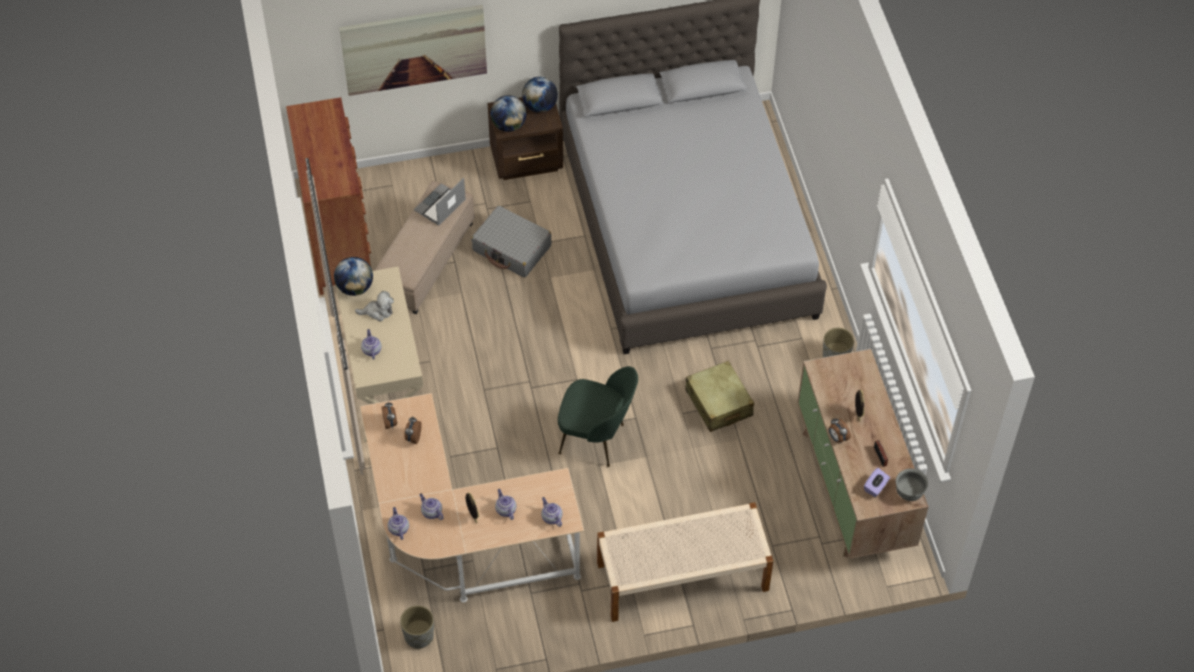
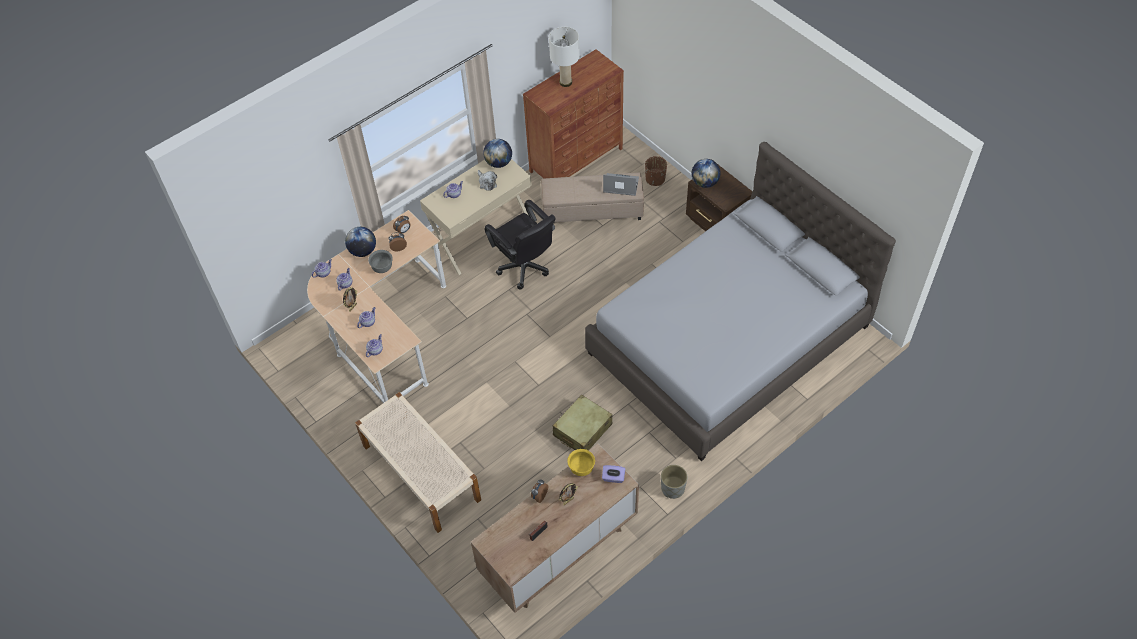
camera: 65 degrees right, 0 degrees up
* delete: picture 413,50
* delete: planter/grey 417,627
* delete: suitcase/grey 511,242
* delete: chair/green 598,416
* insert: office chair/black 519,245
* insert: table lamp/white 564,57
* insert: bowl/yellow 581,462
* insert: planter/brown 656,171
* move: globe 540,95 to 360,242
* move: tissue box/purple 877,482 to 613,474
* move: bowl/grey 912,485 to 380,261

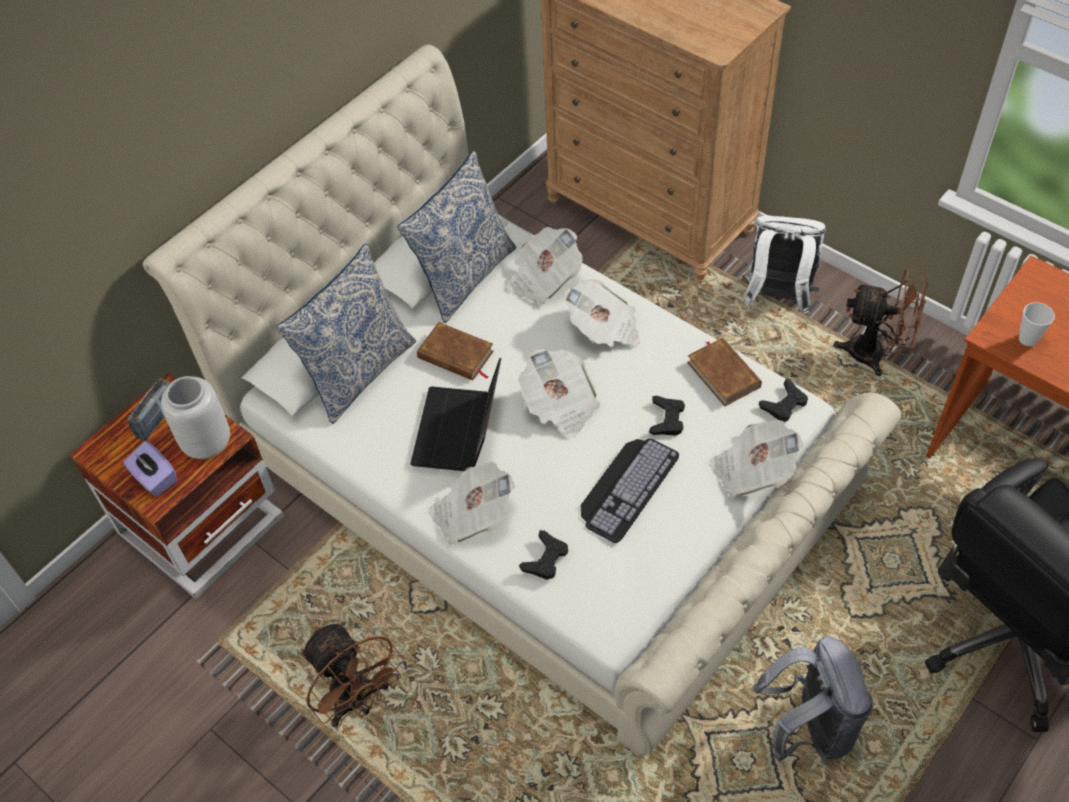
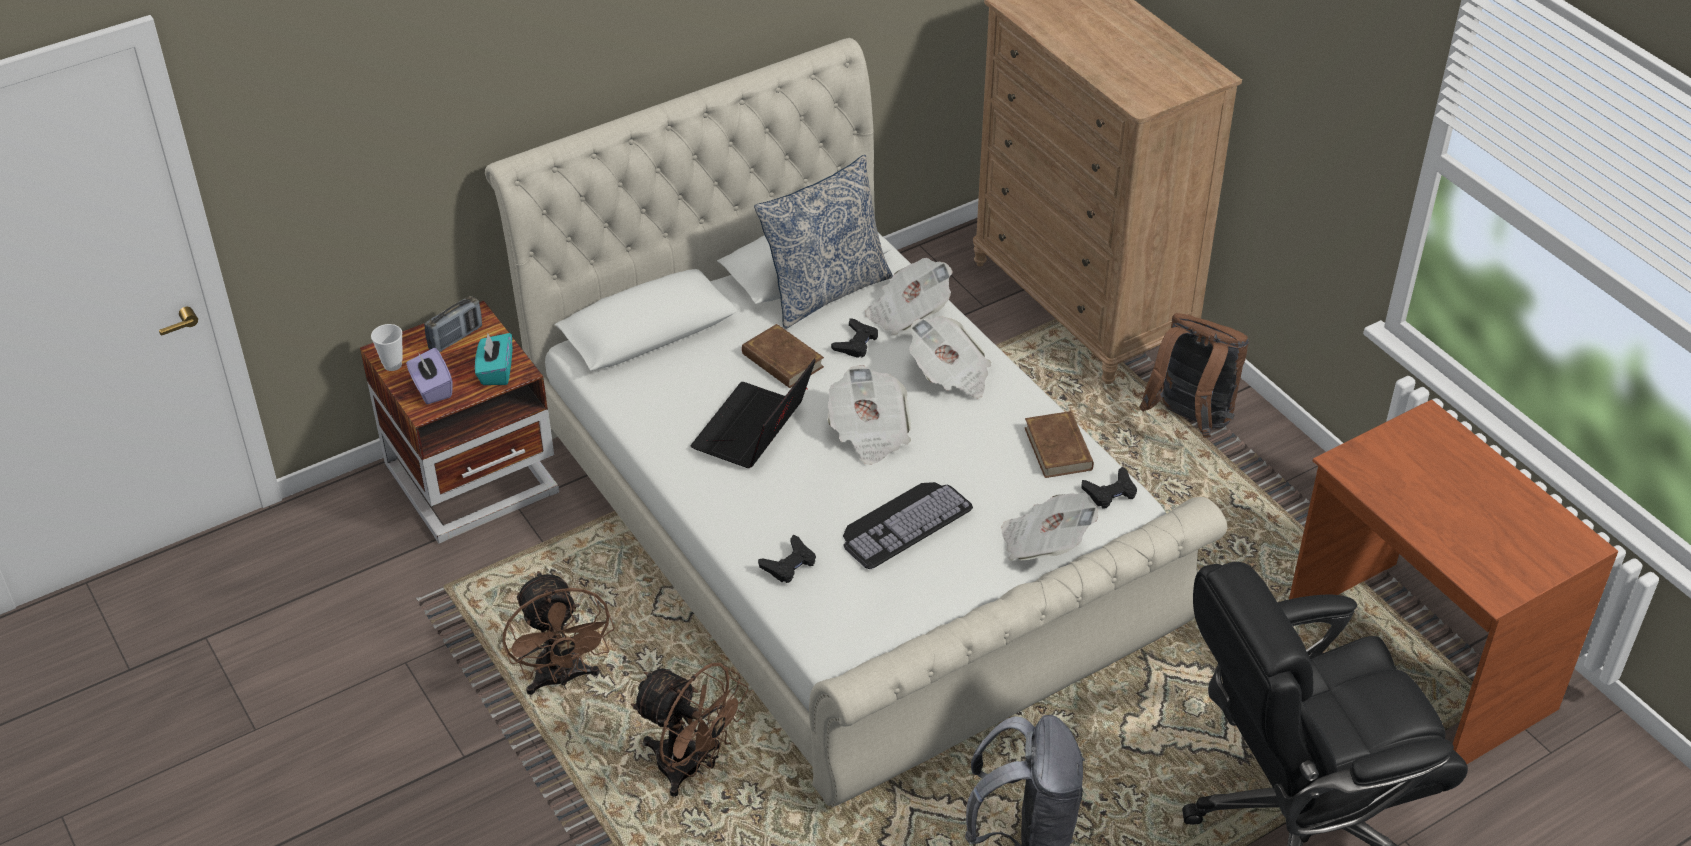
camera: 15 degrees right, 10 degrees down
* delete: pillow 346,334
* delete: newspaper 471,503
* move: game controller/black 667,416 to 854,338
* move: fan/brown 880,322 to 690,730
* move: cup 1037,324 to 387,347
* replace: vase/grey 195,417 to tissue box/turquoise 493,359
* recolor: backpack/white 784,265 to backpack/brown 1194,375

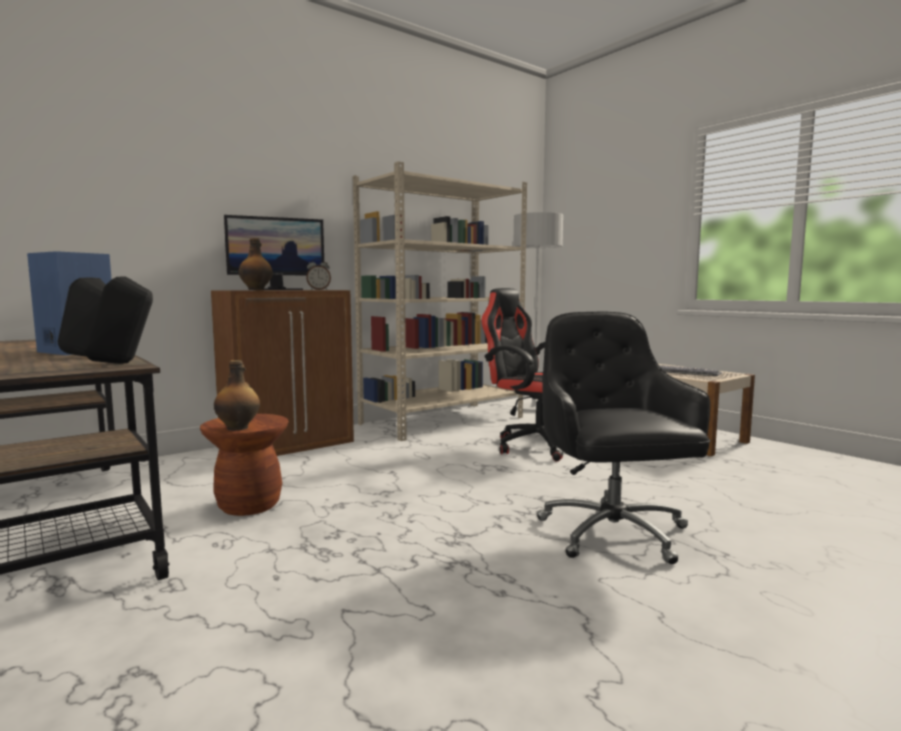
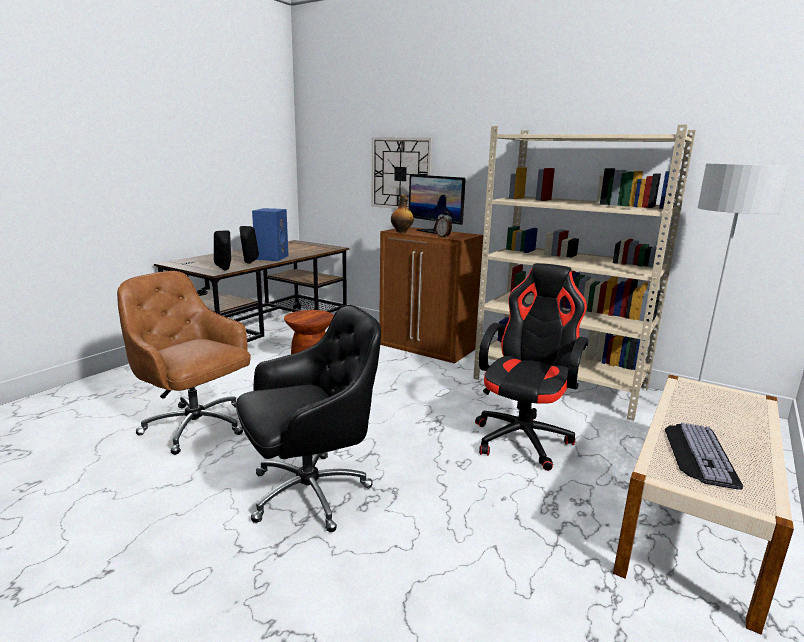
camera: 70 degrees right, 10 degrees up
* delete: bottle 237,395
* insert: office chair/brown 184,363
* insert: wall clock 401,173

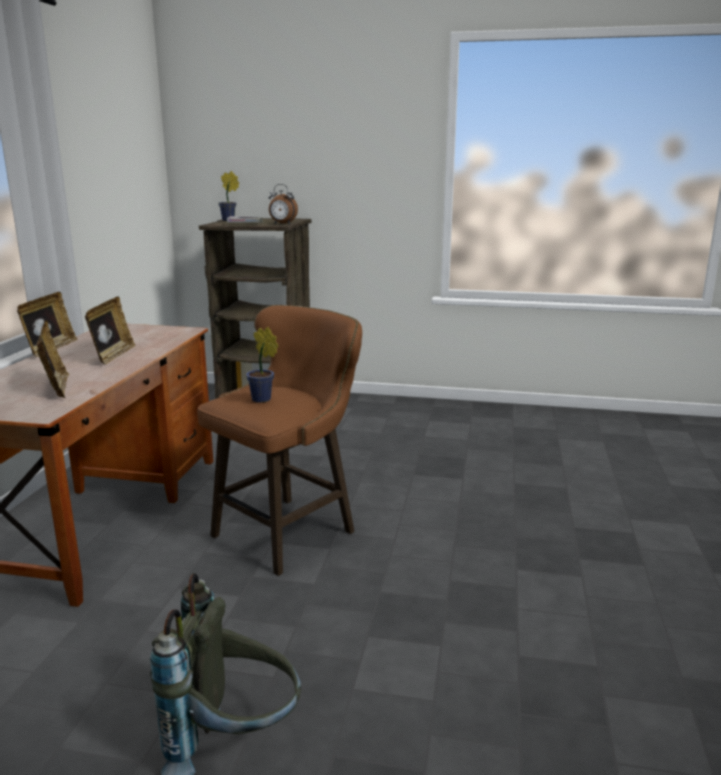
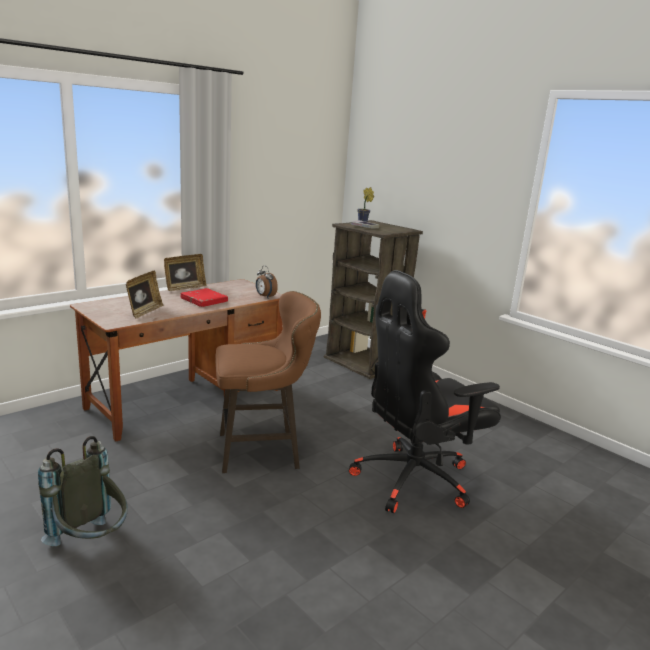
camera: 35 degrees right, 0 degrees up
* delete: potted plant 262,365
* insert: office chair/black 425,391
* move: alarm clock 283,204 to 267,281
* replace: picture frame 110,330 to book/red 204,297

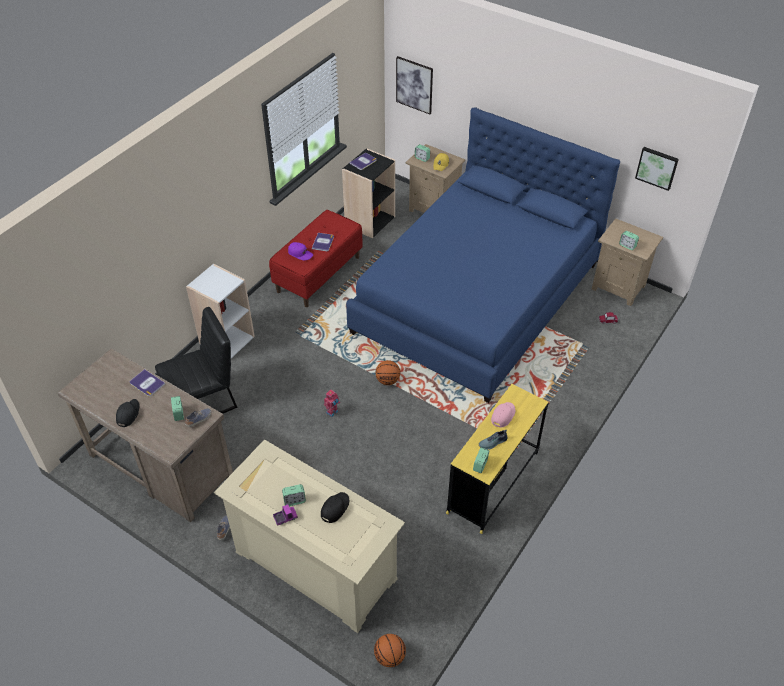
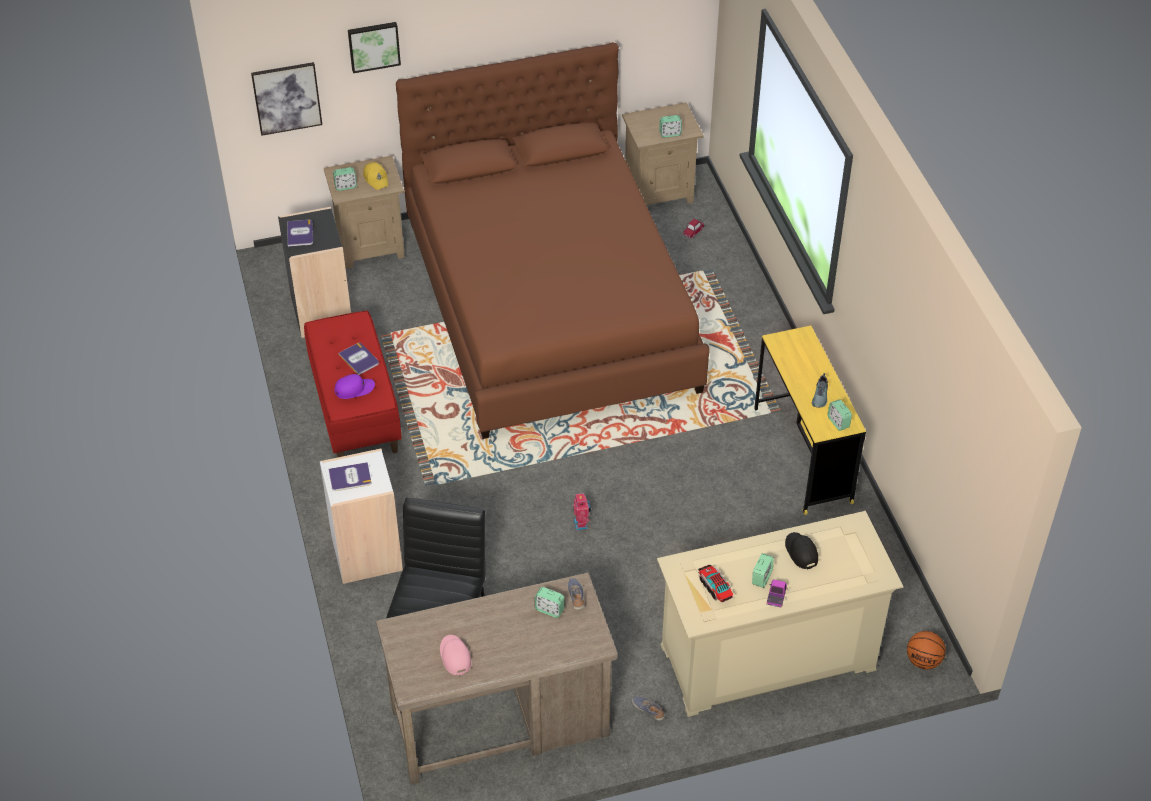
camera: 50 degrees left, 0 degrees up
* delete: cap/black 128,413
* delete: basketball 388,372
* insert: toy truck 715,584
* move: book 147,383 to 350,476
* move: cap/pink 503,415 to 455,655
* move: picture 657,169 to 374,47
* recolor: bed/blue 483,255 to bed/brown 553,240

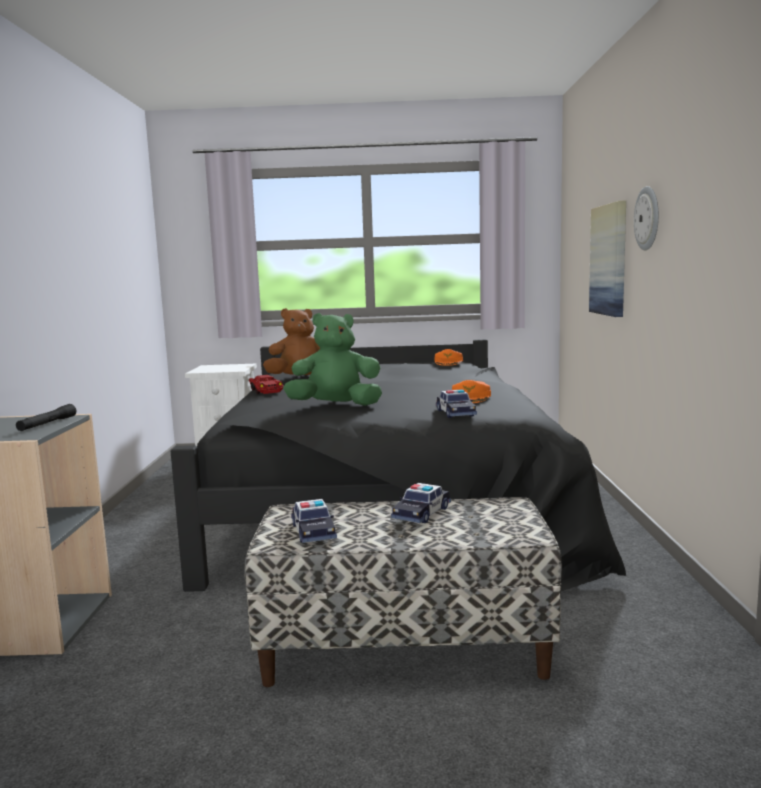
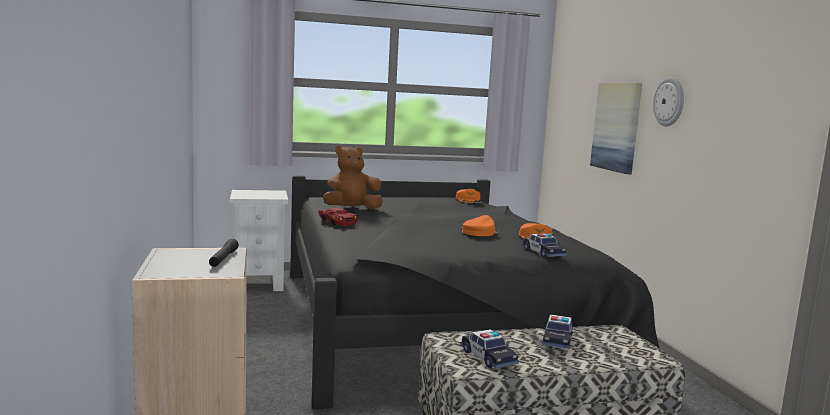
camera: 15 degrees left, 0 degrees up
* delete: plush toy/green 332,359
* insert: cap/orange 480,225

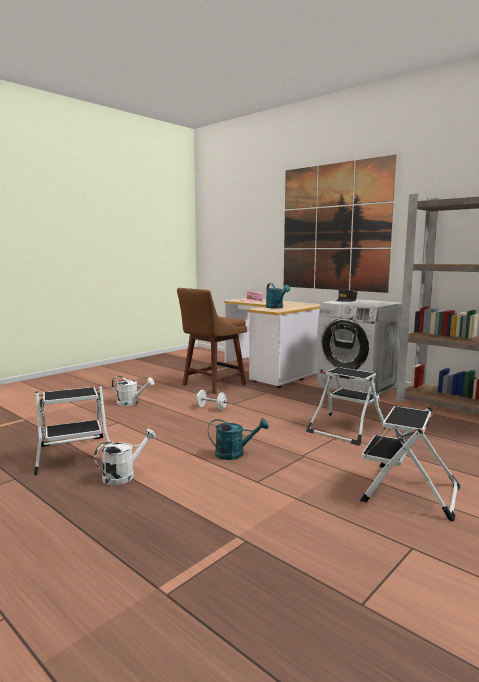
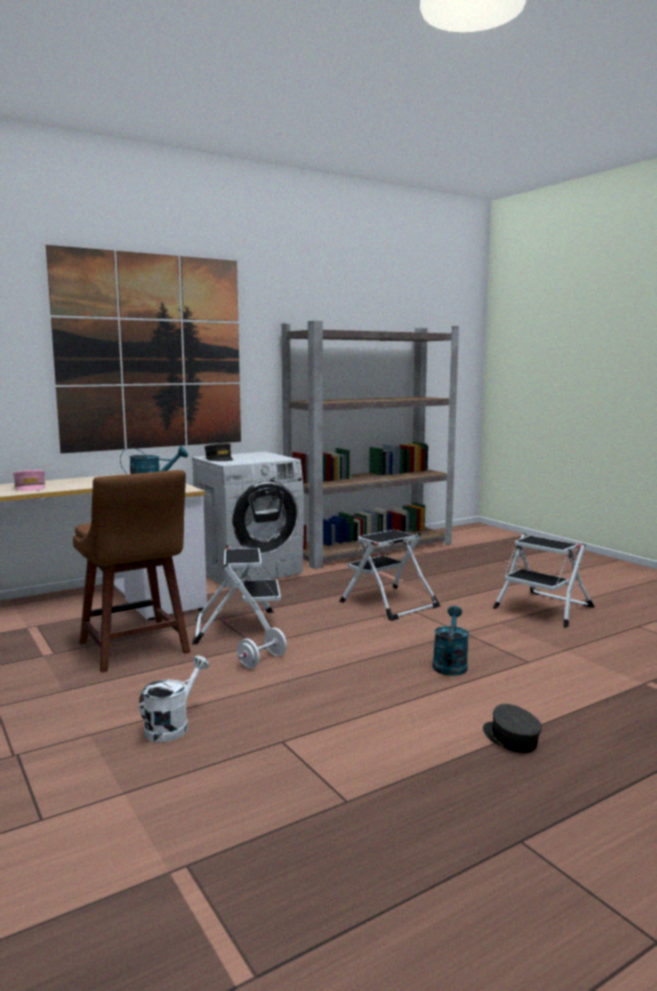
camera: 75 degrees left, 0 degrees up
* move: step ladder 72,430 to 236,594
* replace: watering can/white 125,457 to cap/grey 512,728

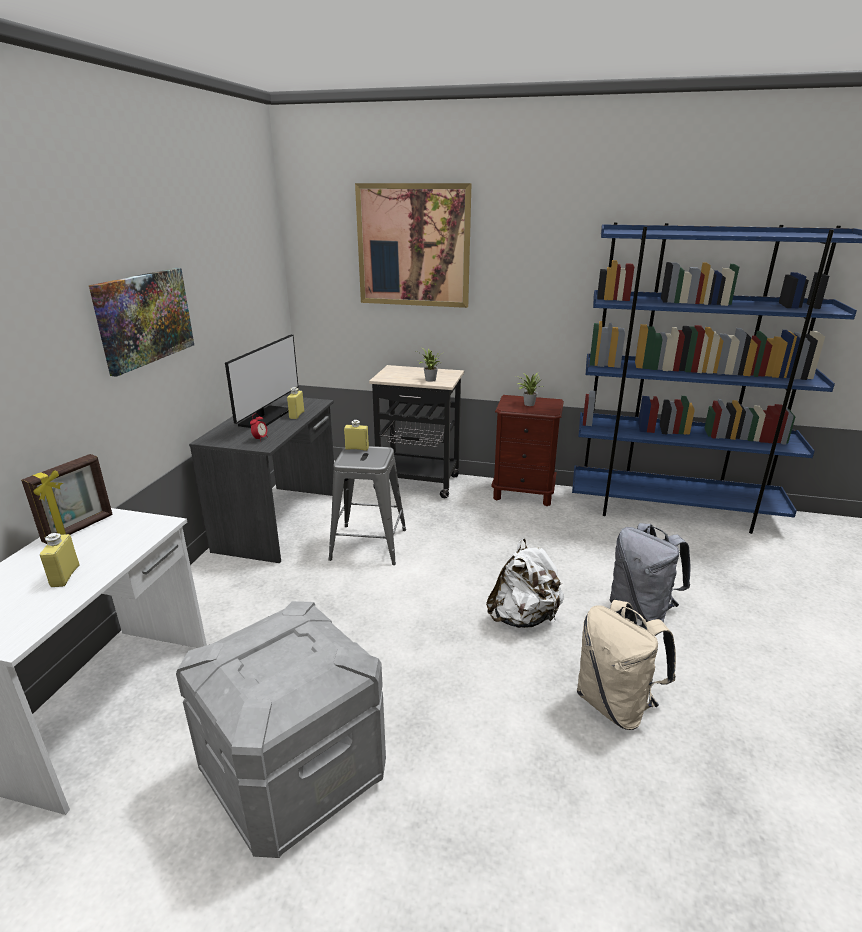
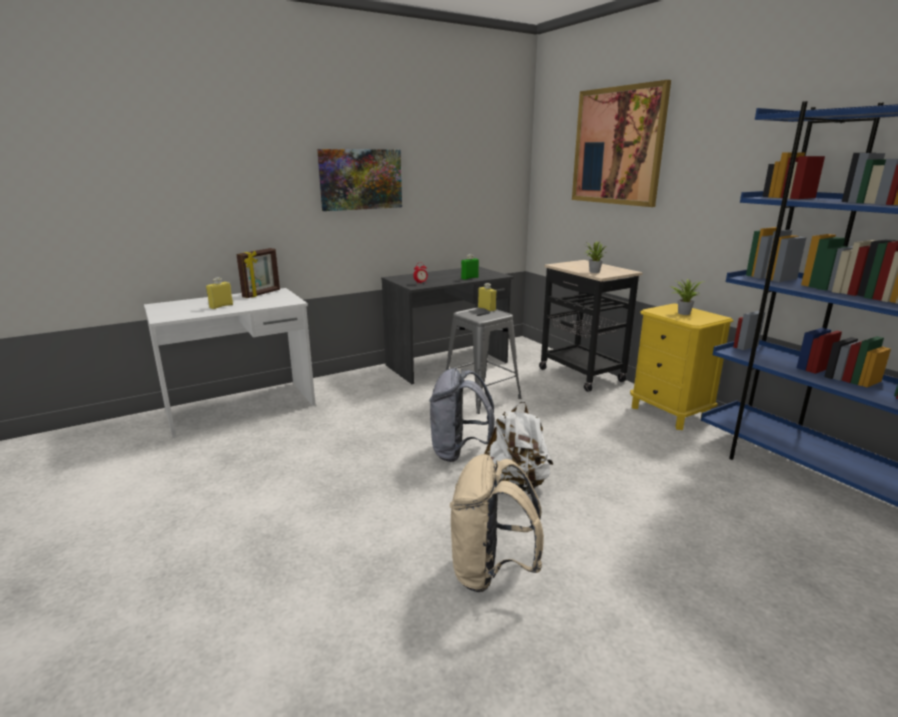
camera: 45 degrees right, 5 degrees down
* delete: storage box/grey 281,729
* delete: monitor 261,381
* move: backpack/grey 650,572 to 462,415
* recolor: bottle/yellow 295,403 to bottle/green 470,267
* recolor: nightstand/brown 527,450 to nightstand/yellow 681,366
* rotate: picture frame 67,499 = 258,273 45 degrees counterclockwise

